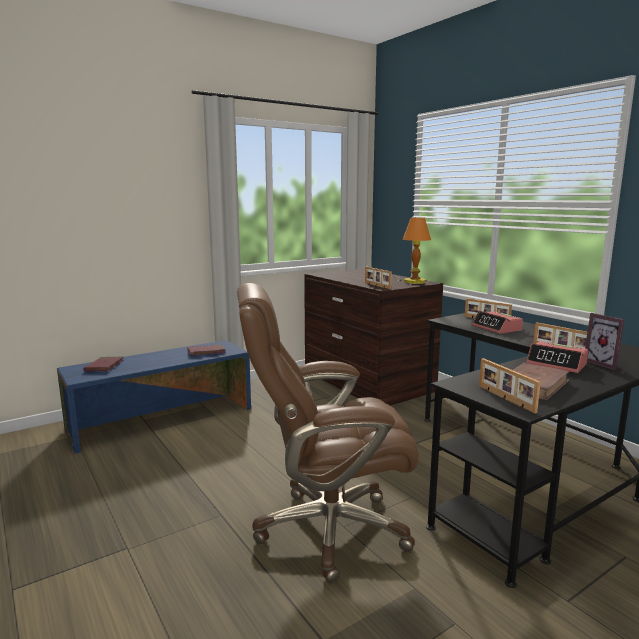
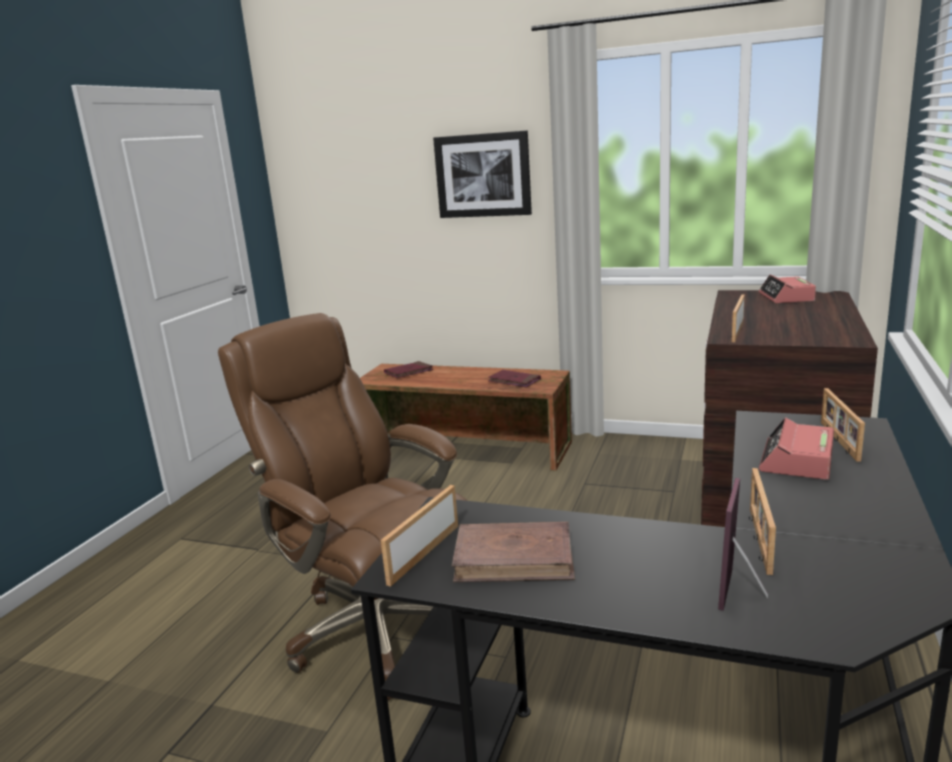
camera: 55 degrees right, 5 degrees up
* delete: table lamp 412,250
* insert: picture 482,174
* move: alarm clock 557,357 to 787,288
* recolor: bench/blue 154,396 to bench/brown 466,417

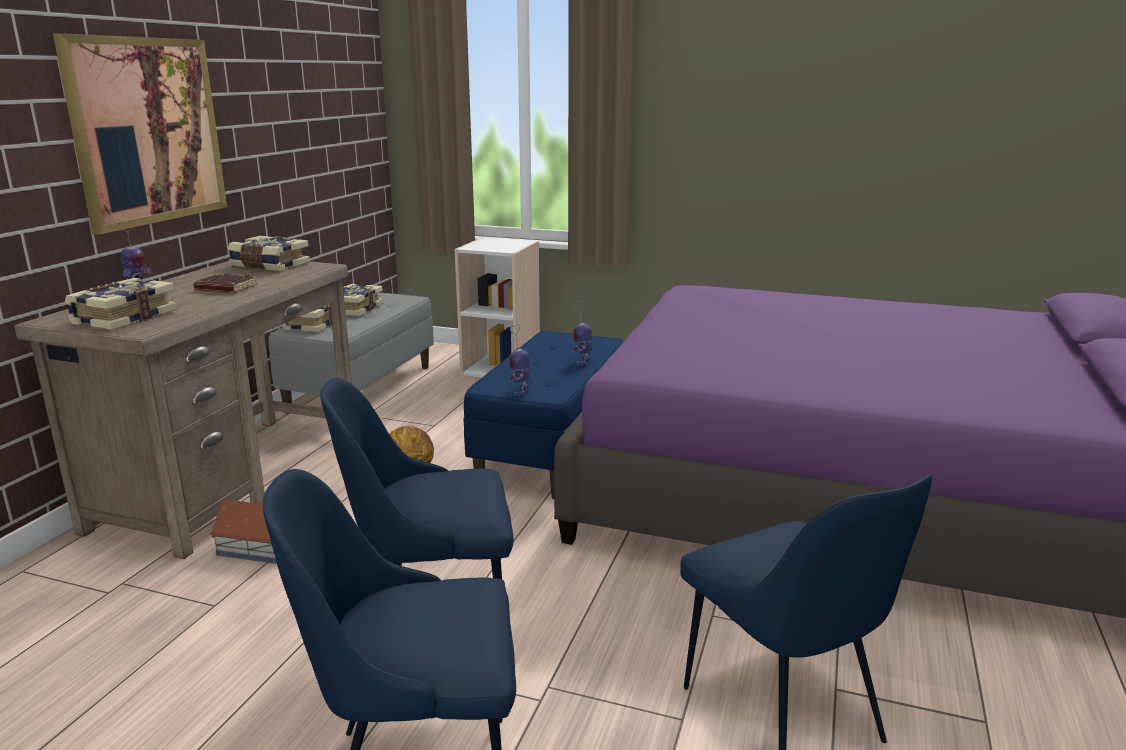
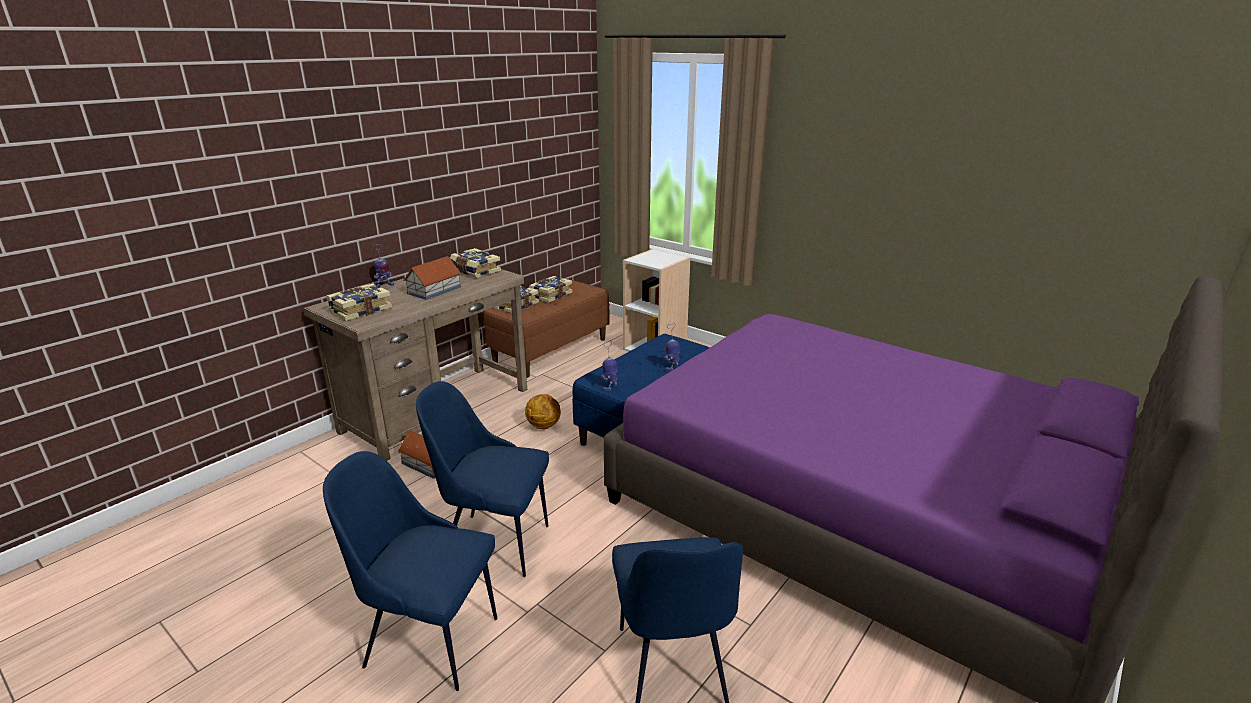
camera: 20 degrees right, 5 degrees up
* delete: picture 140,134
* replace: book/brown 226,283 to toy house 432,278
* recolor: bench/grey 351,353 to bench/brown 547,328

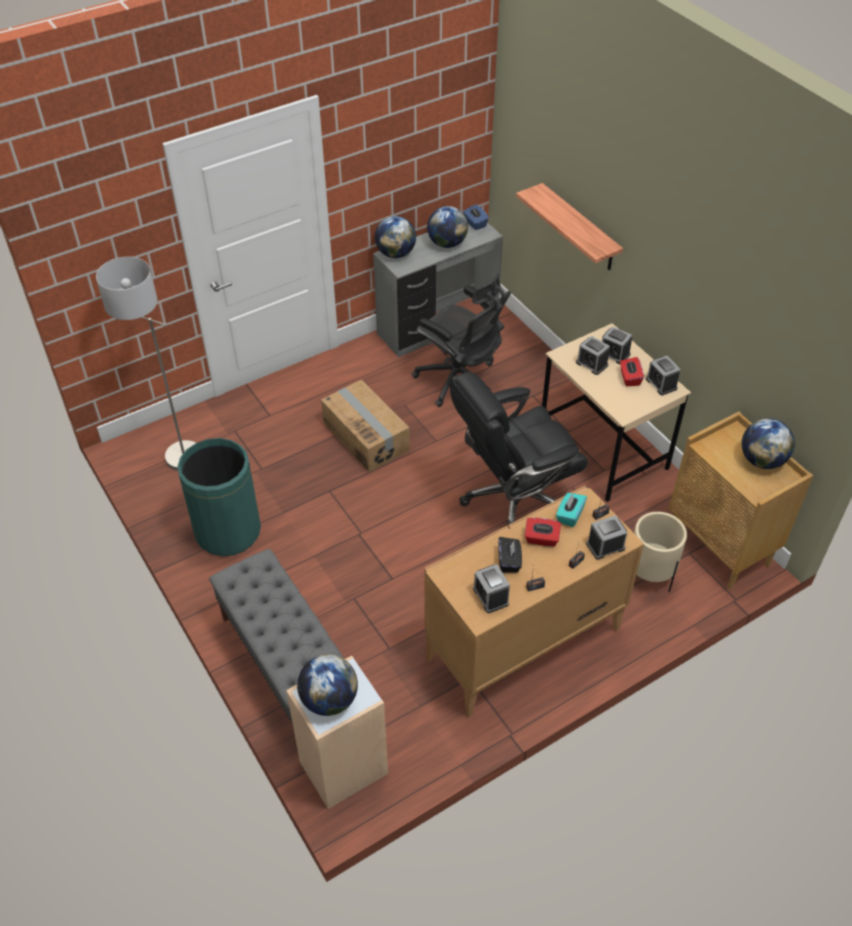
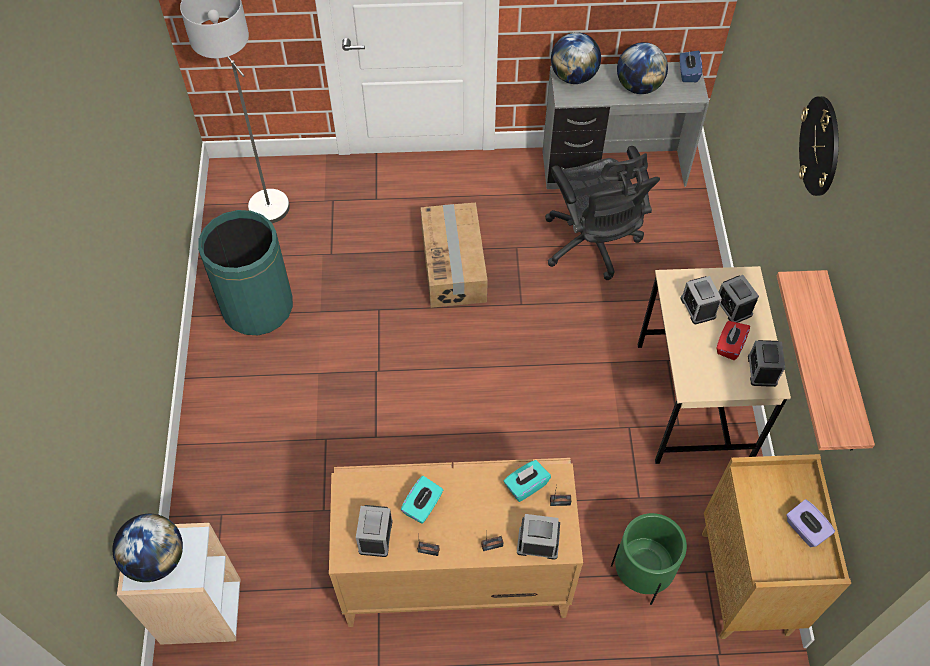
camera: 30 degrees right, 10 degrees up
* delete: bench/grey 276,642
* delete: office chair/black 519,449
* delete: tissue box/red 543,532
* insert: wall clock 819,146
* move: shelf 569,227 to 826,360
* replace: globe 768,443 to tissue box/purple 810,523
* recolor: tissue box/black 510,554 to tissue box/turquoise 422,500
* recolor: planter/beige 660,552 to planter/green 649,559

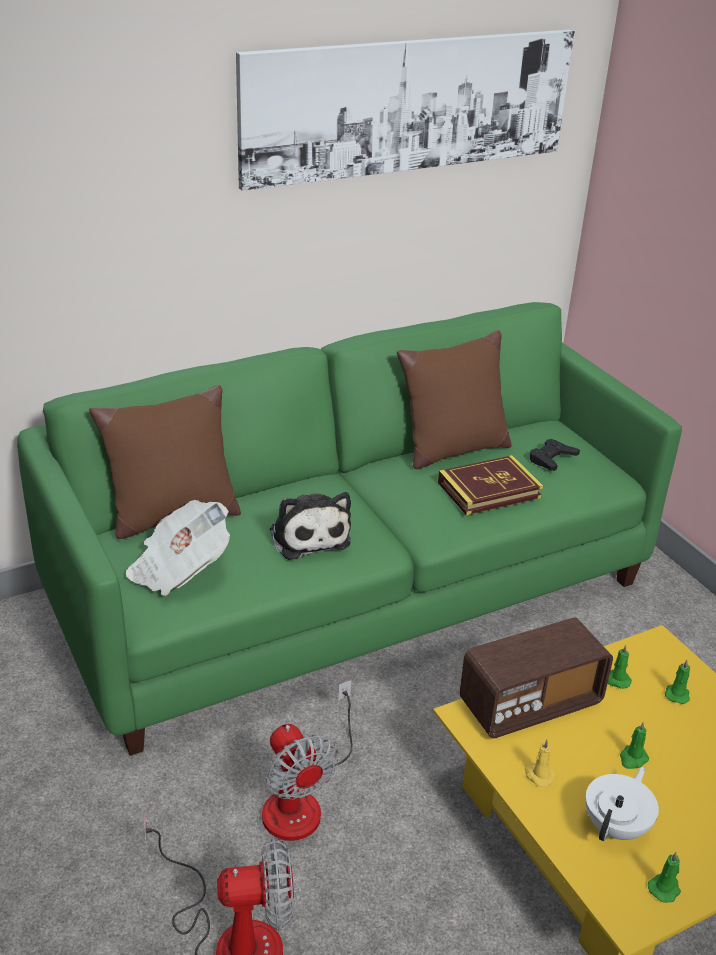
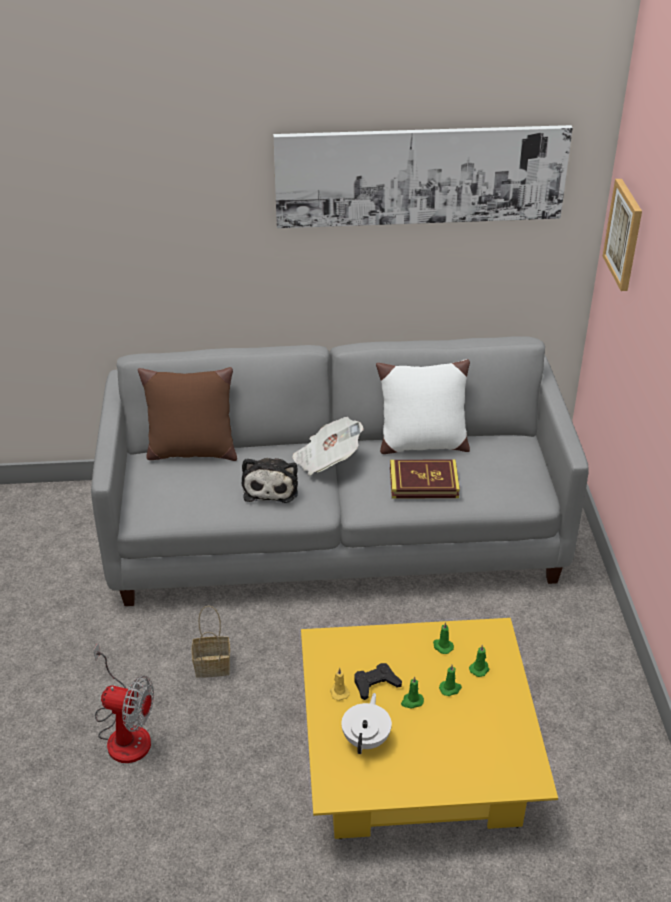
camera: 25 degrees right, 5 degrees up
* delete: radio 536,678
* insert: picture 622,235
* move: newspaper 178,548 to 328,446
* move: game controller/black 555,455 to 378,681
* move: candle/green 664,877 to 450,680
* replace: fan 307,760 to basket 211,641
* recolor: sofa/green 349,529 to sofa/grey 340,471
* recolor: pillow/brown 454,399 to pillow/white 423,406
* rotate: teapot/white 622,804 = 366,723 45 degrees counterclockwise

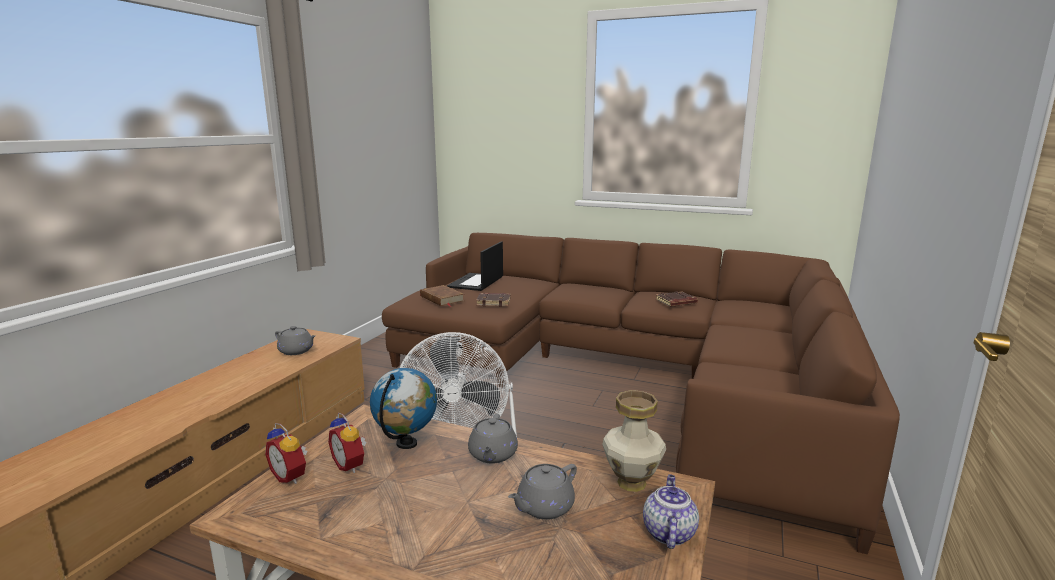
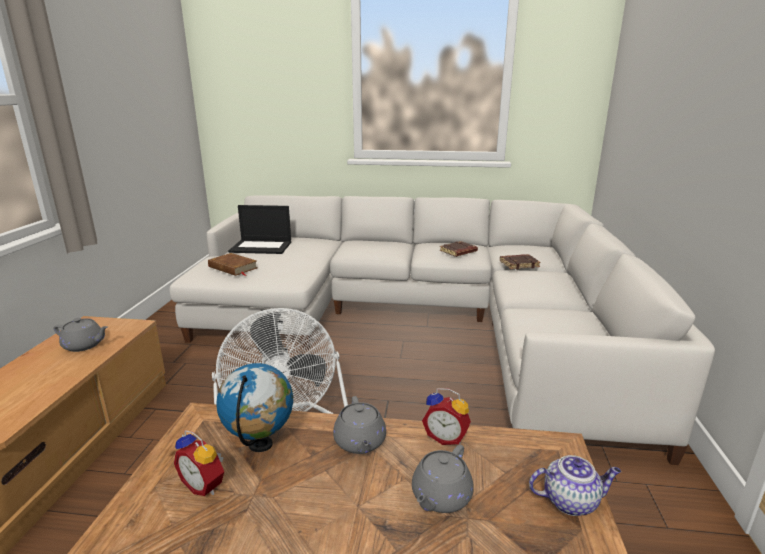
camera: 15 degrees left, 5 degrees up
* delete: vase 634,441
* move: alarm clock 286,453 to 446,416
* move: book/brown 493,300 to 520,262
* recolor: sofa/brown 641,393 to sofa/white 442,330
* rotate: laptop 475,266 = 259,229 90 degrees counterclockwise
* rotate: teapot 671,511 = 575,485 90 degrees clockwise

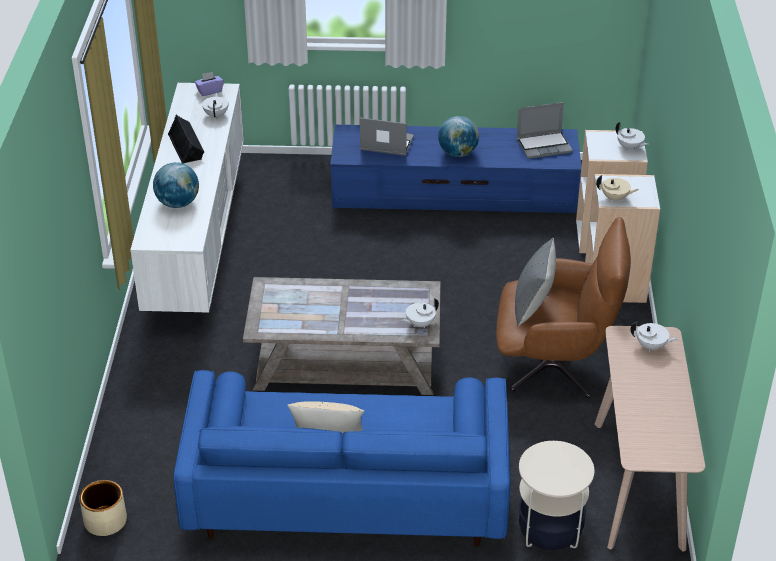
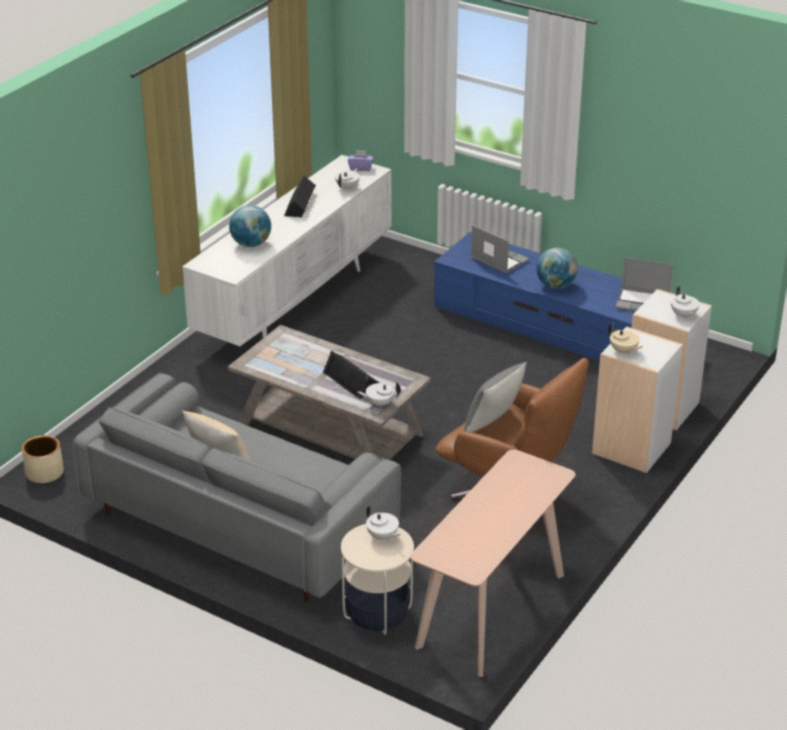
camera: 30 degrees right, 5 degrees down
* insert: speaker/black 351,374
* move: teapot/white 654,336 to 383,523
* recolor: sofa/blue 342,458 to sofa/grey 237,487

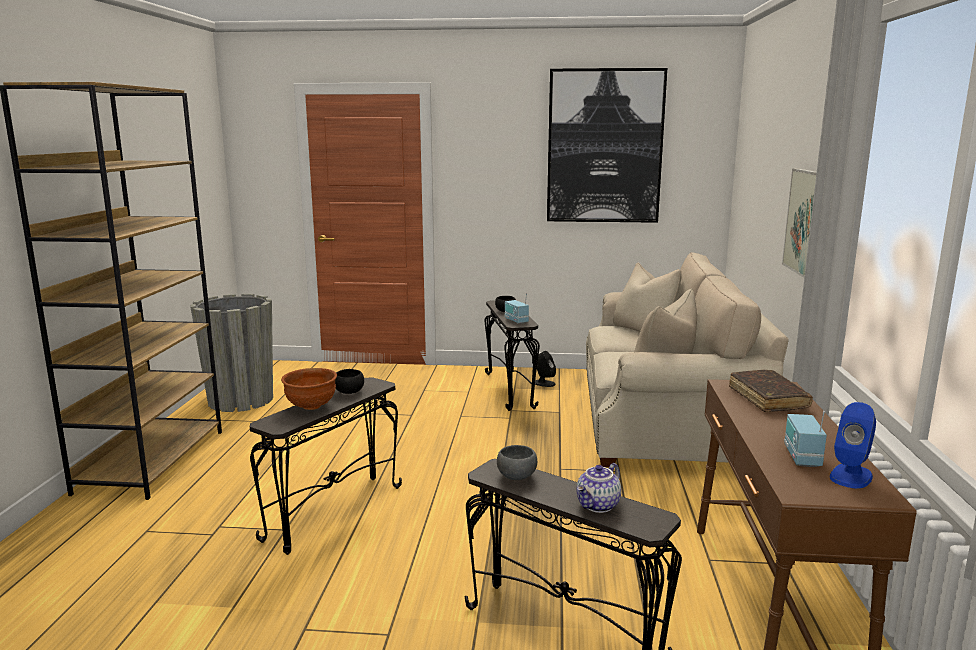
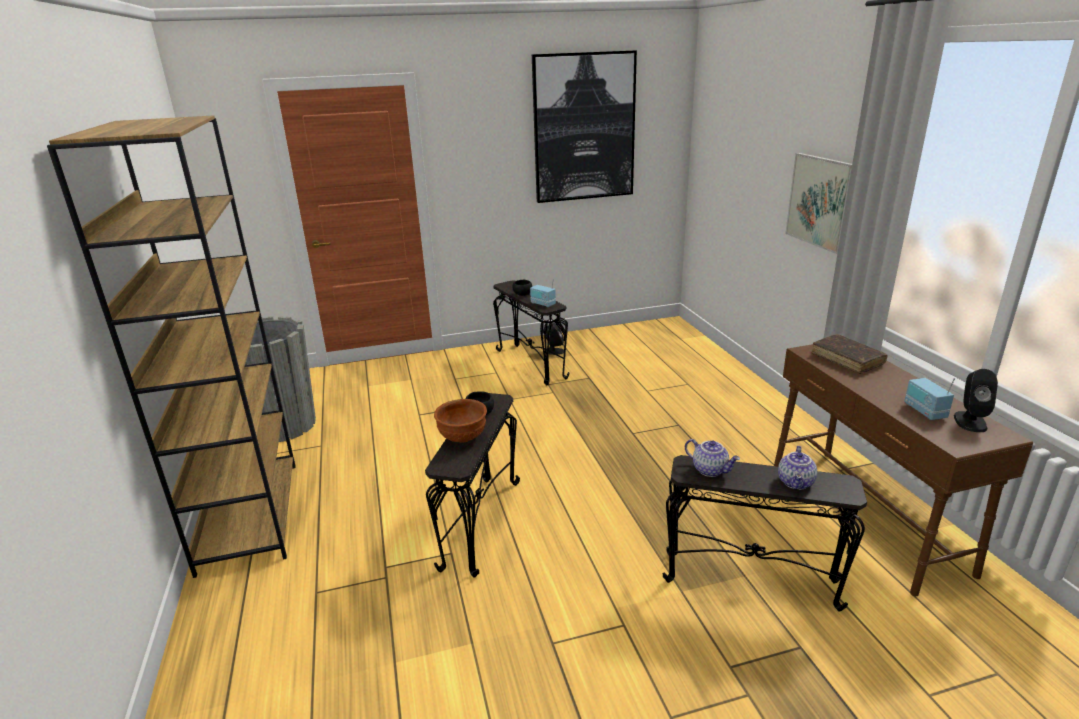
camera: 20 degrees left, 10 degrees up
* delete: sofa/beige 687,359
* replace: bowl/grey 517,462 to teapot 712,458
* recolor: speaker/blue 853,445 to speaker/black 976,400

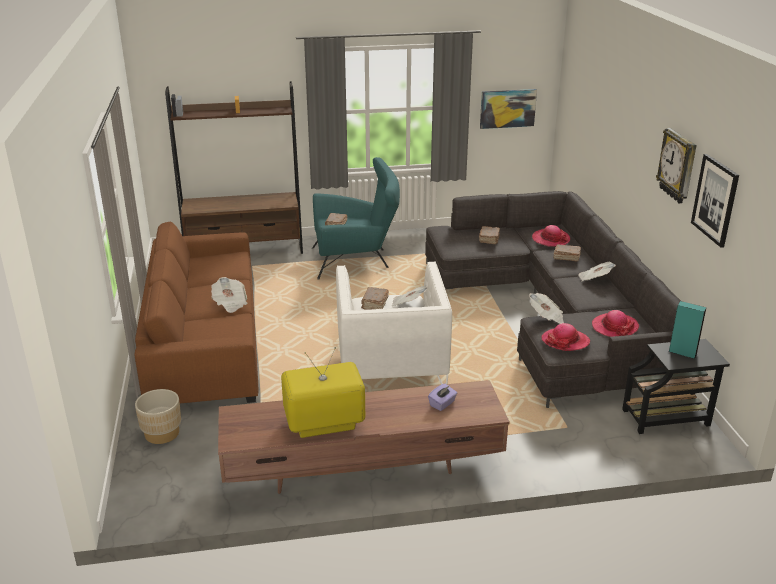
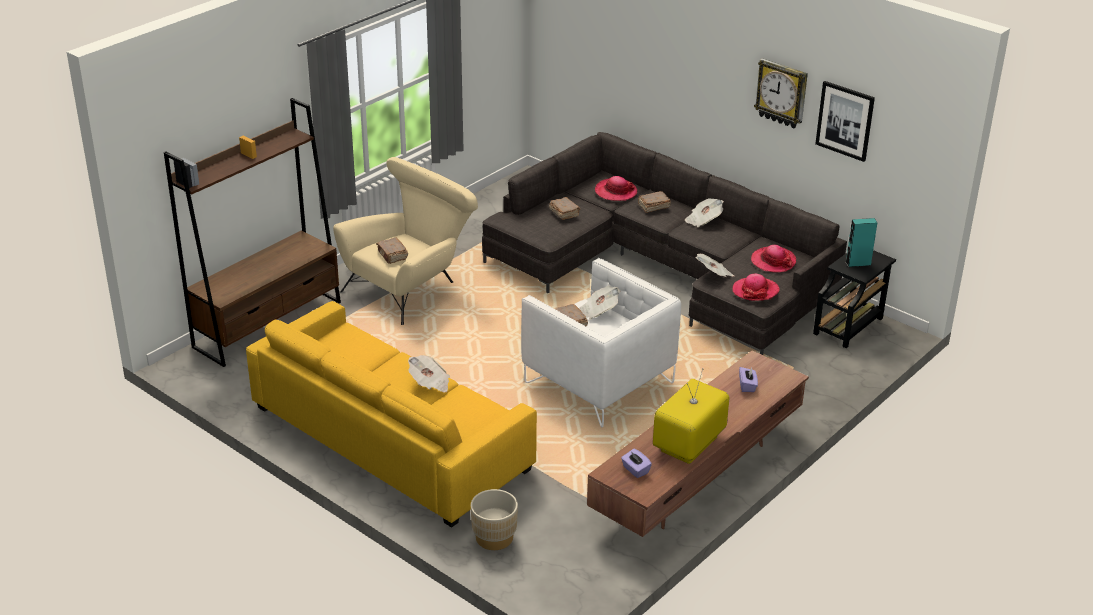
camera: 40 degrees left, 5 degrees up
* delete: picture 508,109
* insert: tissue box/purple 636,463
* recolor: sofa/brown 196,312 to sofa/yellow 391,414
* recolor: armchair/turquoise 356,218 to armchair/beige 405,241

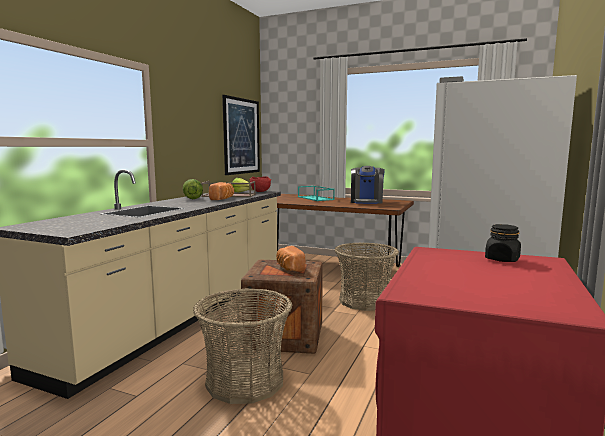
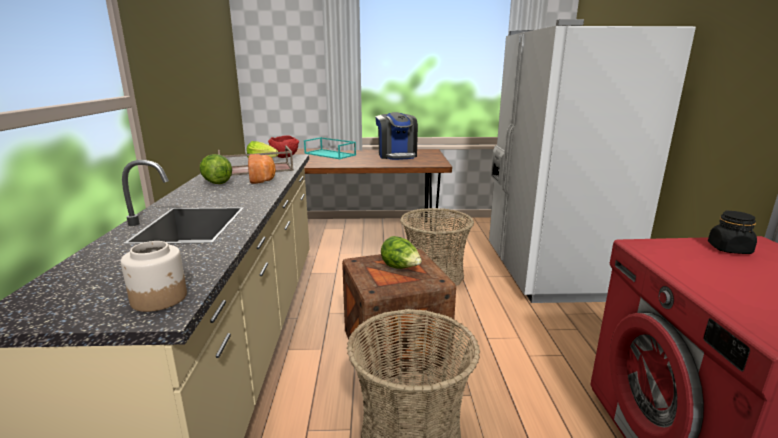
camera: 25 degrees left, 10 degrees up
* delete: picture 241,135
* insert: jar 154,276
* replace: bread 291,259 to lettuce 401,252

